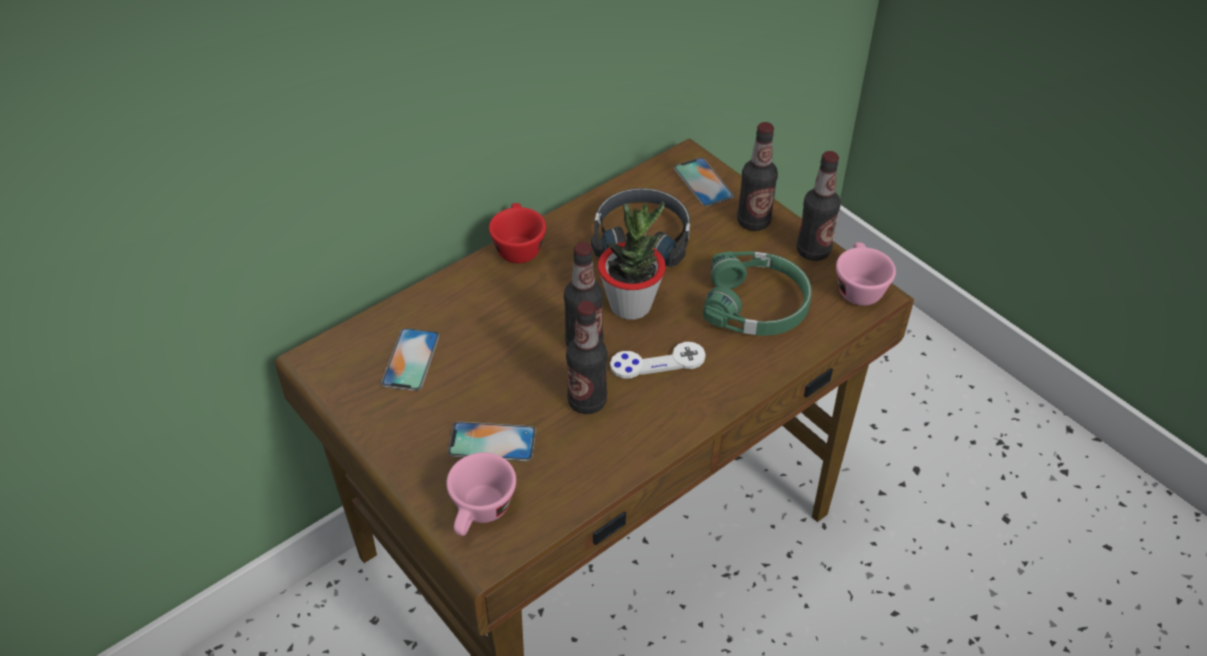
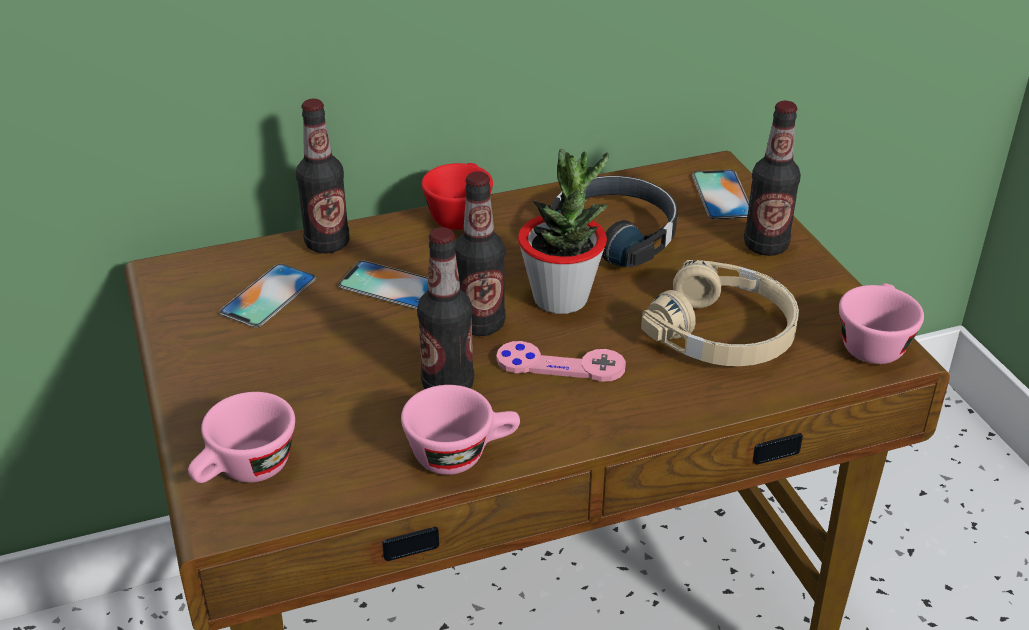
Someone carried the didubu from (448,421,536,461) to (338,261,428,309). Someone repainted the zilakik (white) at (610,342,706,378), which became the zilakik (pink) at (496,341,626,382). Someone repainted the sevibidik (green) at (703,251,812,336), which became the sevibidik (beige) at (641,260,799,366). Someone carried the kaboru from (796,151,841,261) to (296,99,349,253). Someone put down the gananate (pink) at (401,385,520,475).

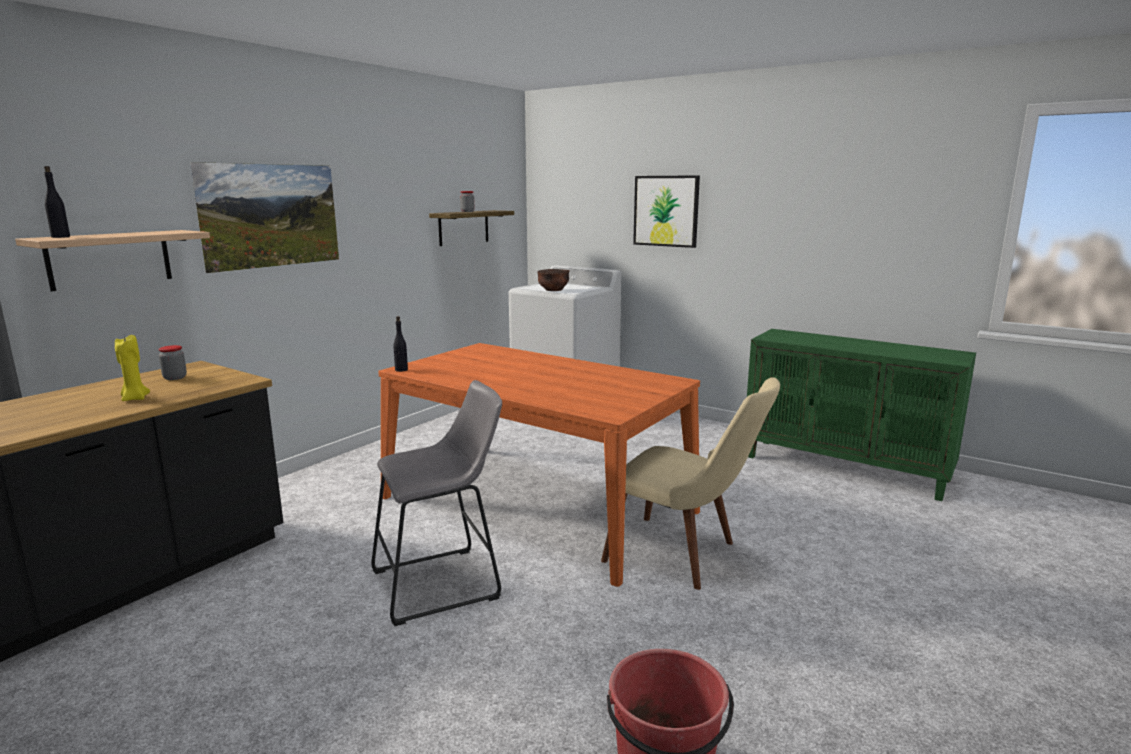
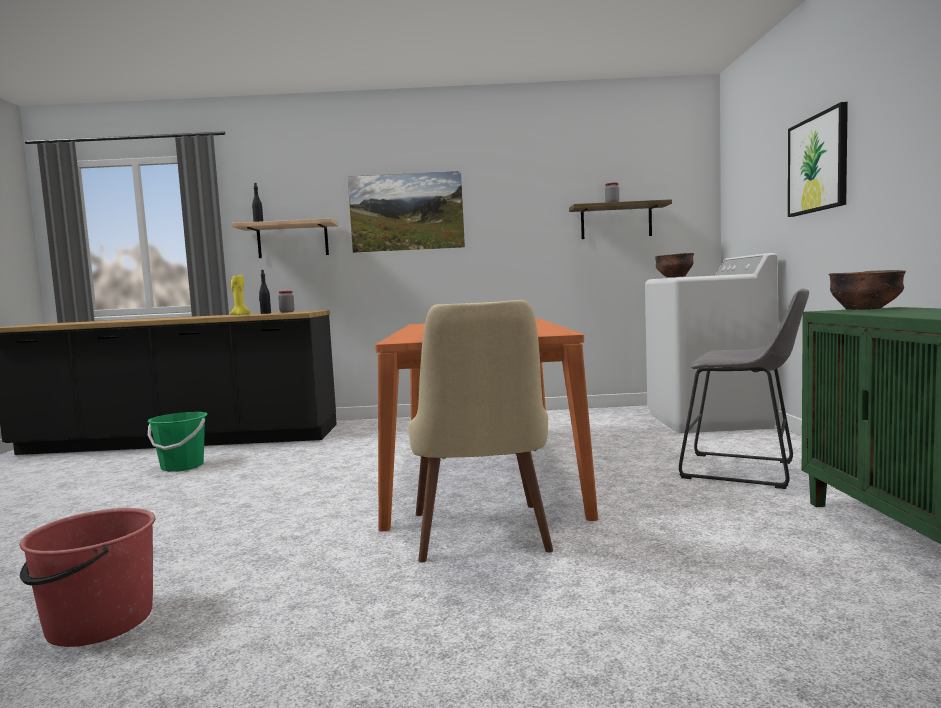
Someone carried the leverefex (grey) from (371,380,502,626) to (679,289,809,489). Someone carried the kaboru (black) from (393,316,408,372) to (259,270,271,314). Someone put down the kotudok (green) at (147,412,207,472). Someone put down the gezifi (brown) at (828,270,906,310).

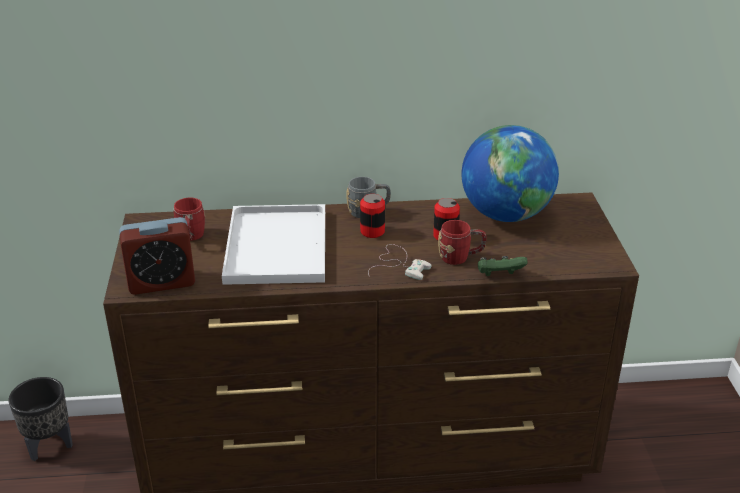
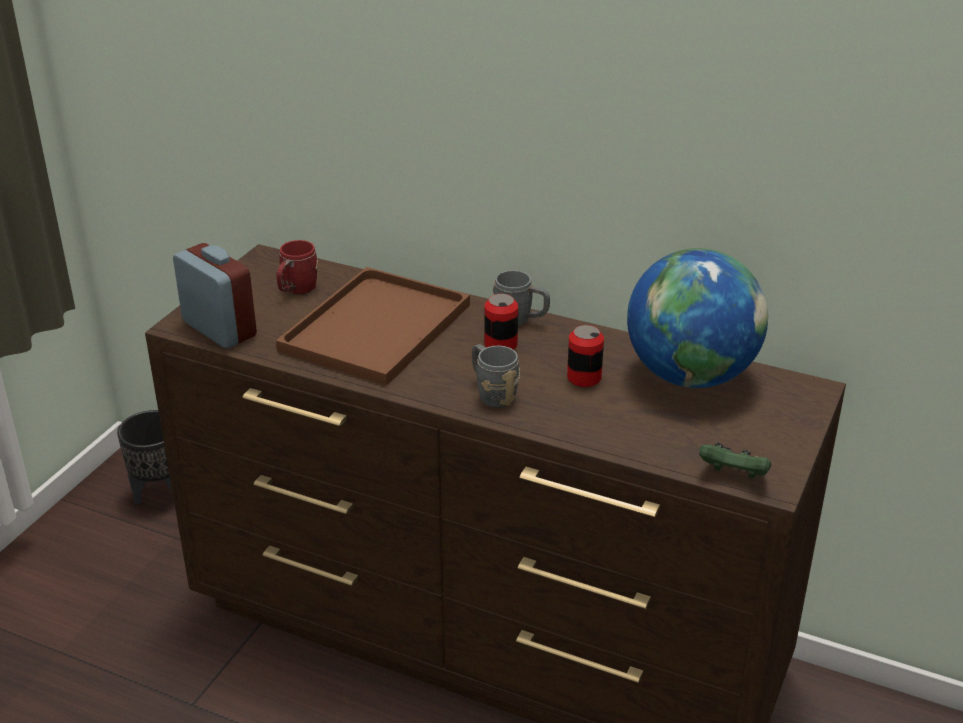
Someone rotated the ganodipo at (119,217,195,295) by 150 degrees counterclockwise. Someone repainted the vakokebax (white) at (222,204,325,285), which became the vakokebax (brown) at (276,267,470,386). Someone swapped the zilakik (white) at (368,244,432,280) for the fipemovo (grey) at (472,344,520,408). Someone took away the fipemovo (red) at (438,220,486,265). Someone carried the zilakik (green) from (478,256,527,276) to (699,443,771,479).

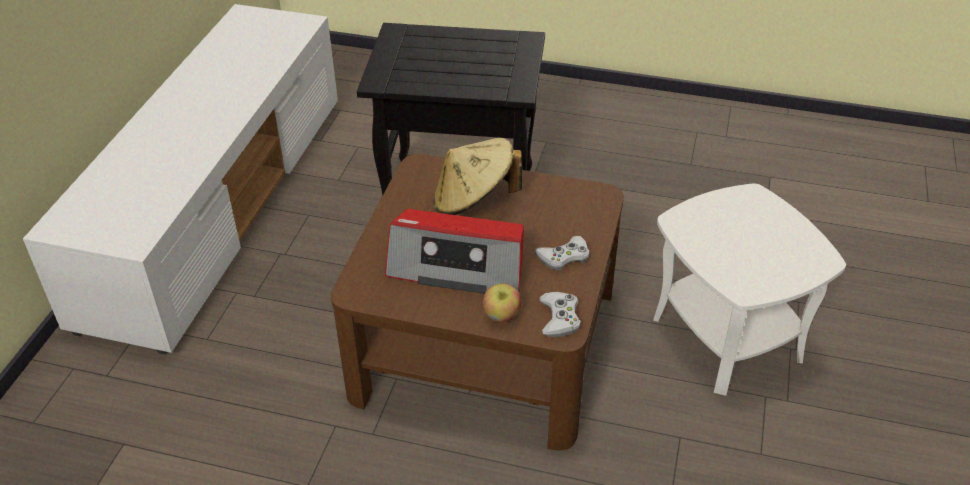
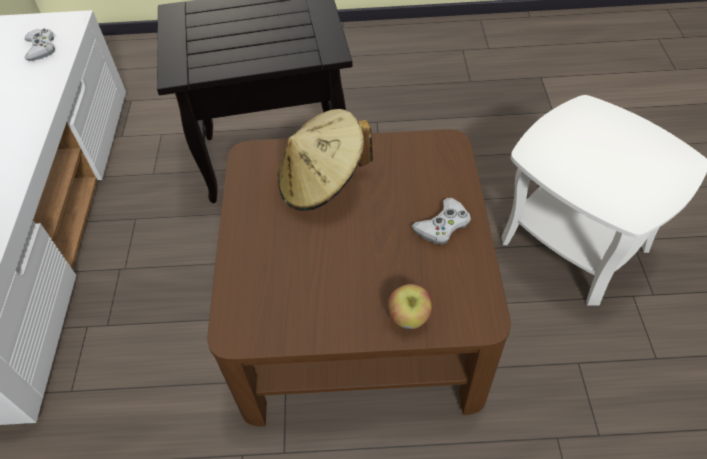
Someone took away the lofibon at (385,209,524,294). Someone carried the zilakik (white) from (540,291,581,337) to (25,28,55,61).

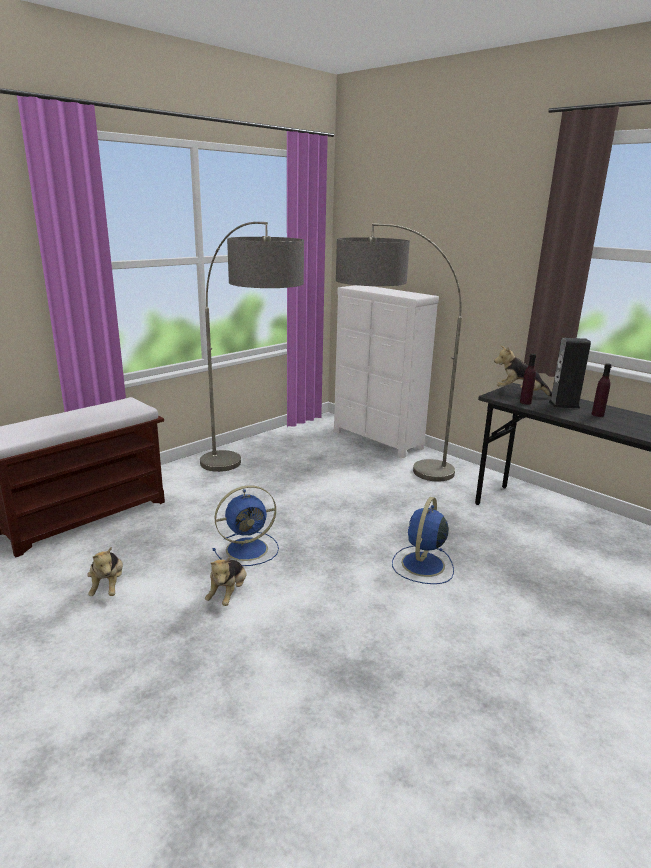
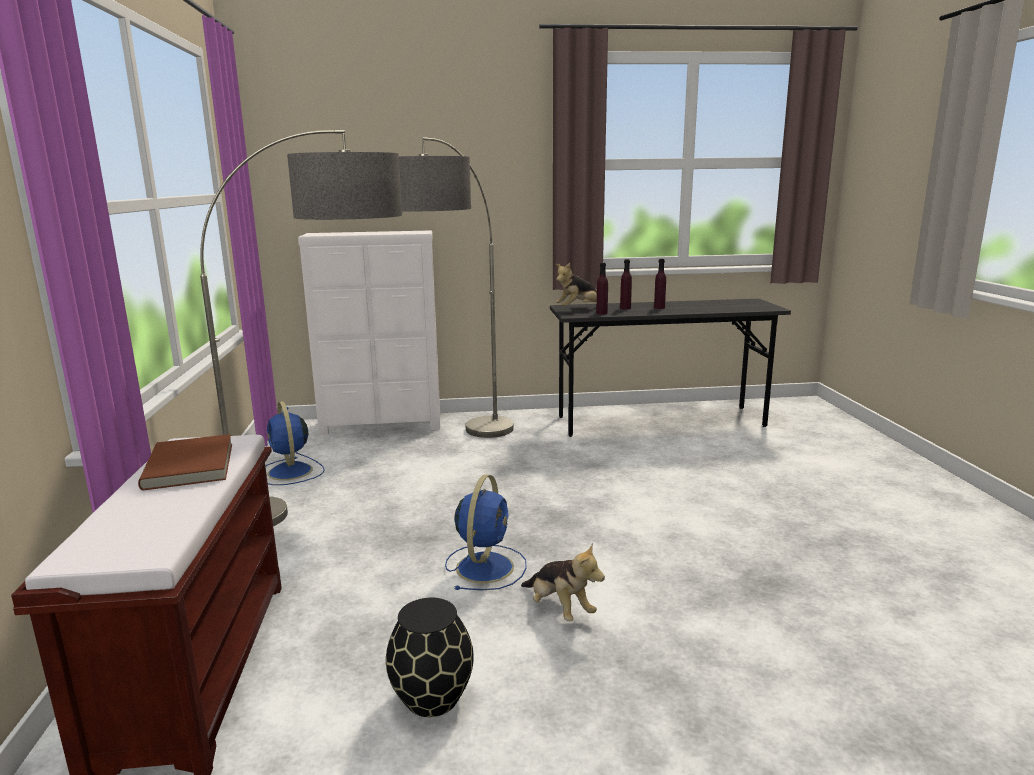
Someone swapped the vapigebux at (87,547,123,596) for the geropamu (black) at (386,598,474,717). Someone carried the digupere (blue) from (392,497,454,584) to (265,401,325,485). Someone swapped the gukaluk at (549,338,591,409) for the kaboru (purple) at (620,259,632,309). Someone put down the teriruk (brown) at (138,434,232,491).

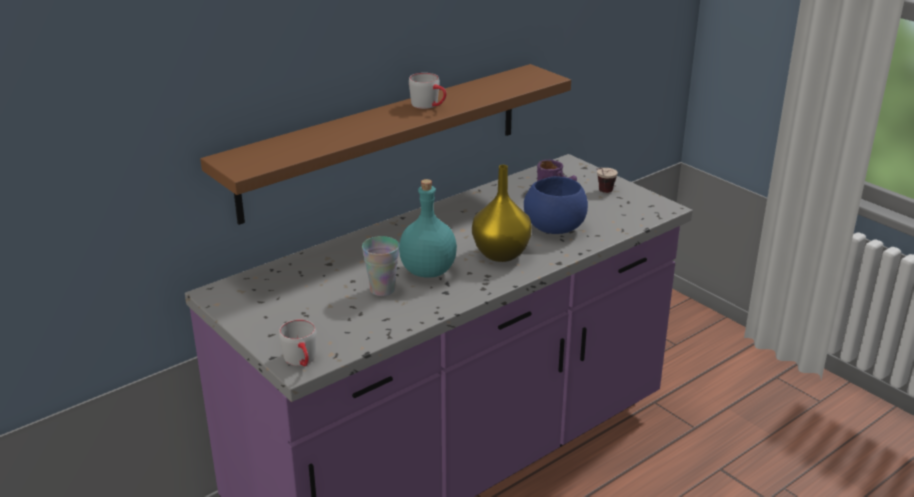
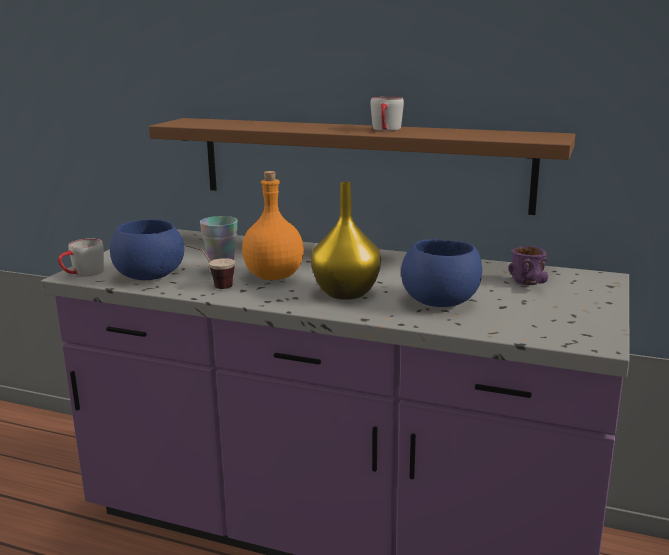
Someone repainted the kaboru (turquoise) at (399,179,457,278), which became the kaboru (orange) at (242,171,304,280). Someone carried the gananate from (596,168,618,193) to (186,245,235,289). Someone put down the gezifi (blue) at (110,219,184,280).

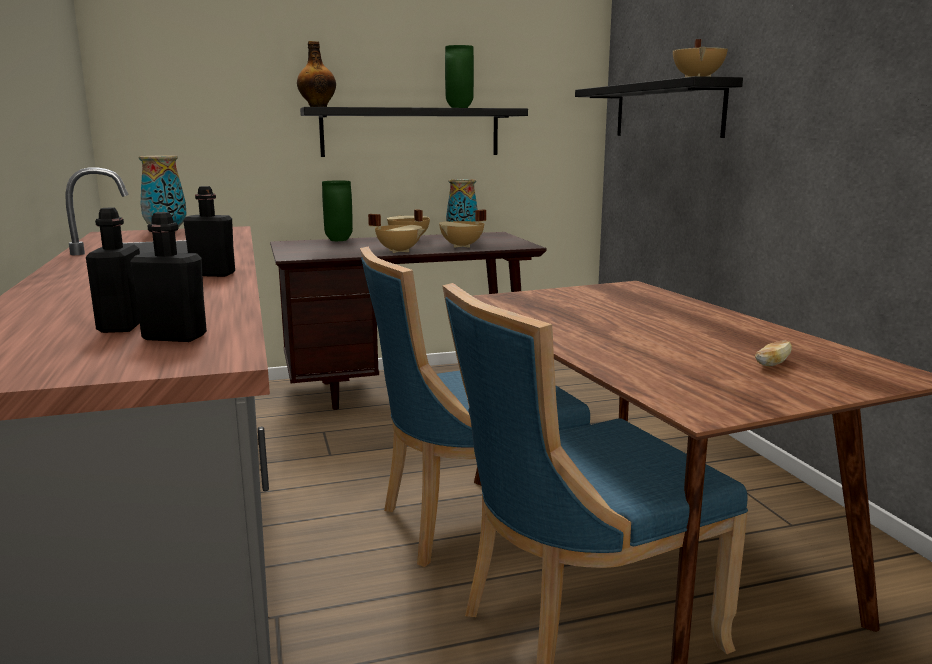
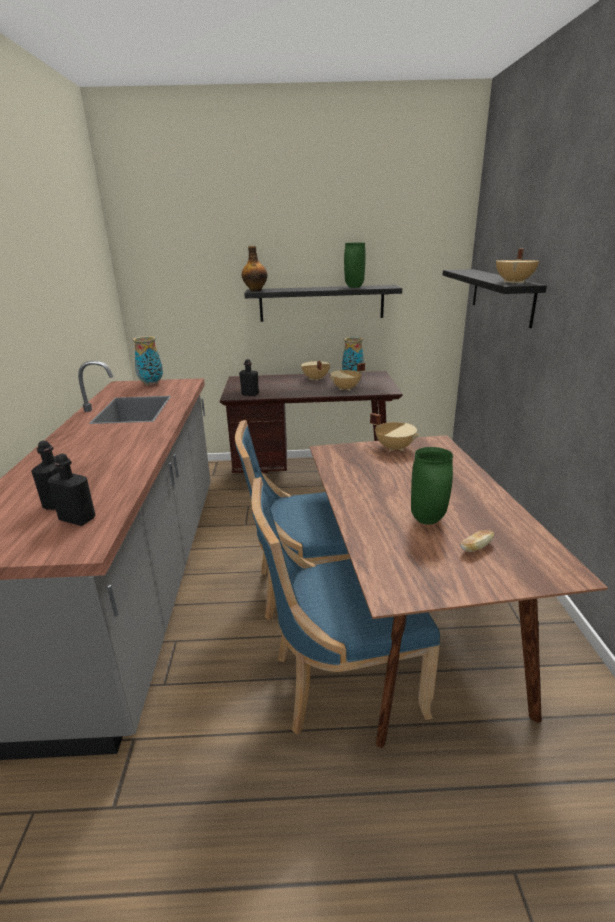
Someone carried the kaboru (black) from (183,186,235,277) to (239,359,259,396). Someone carried the geropamu (green) from (322,180,353,241) to (411,447,453,524). Someone carried the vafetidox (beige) from (368,214,425,253) to (370,413,419,452).

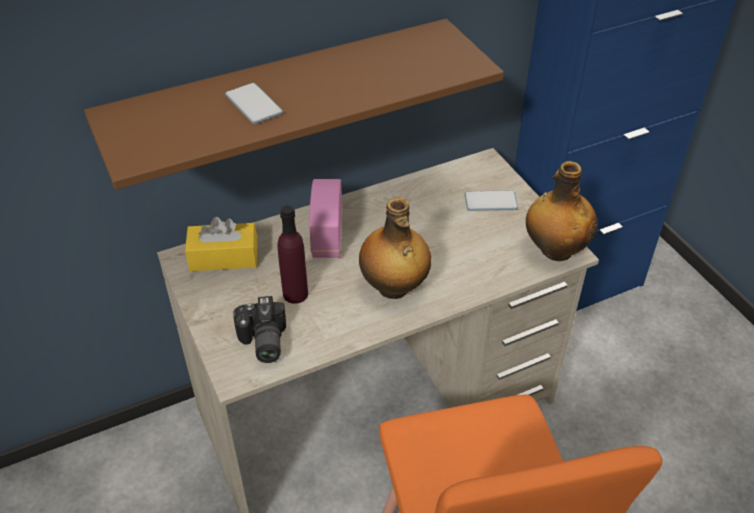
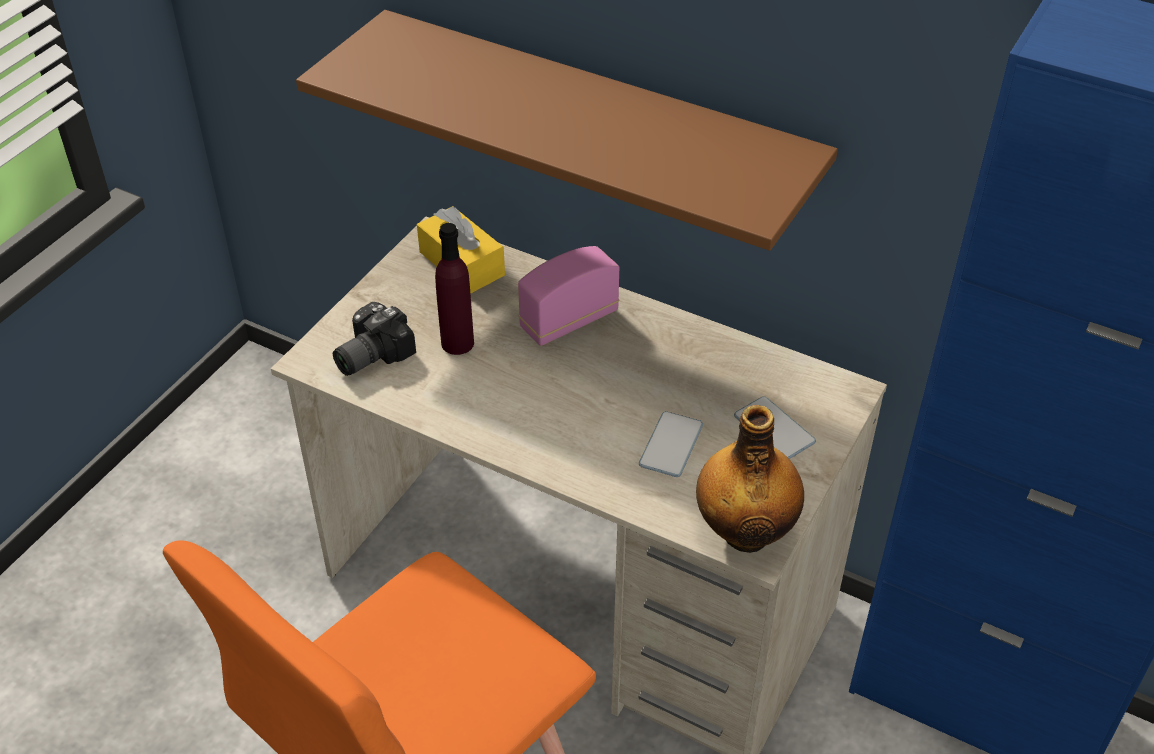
Someone carried the didubu from (225,83,283,124) to (639,411,703,477). Someone took away the kaboru at (359,198,431,299).

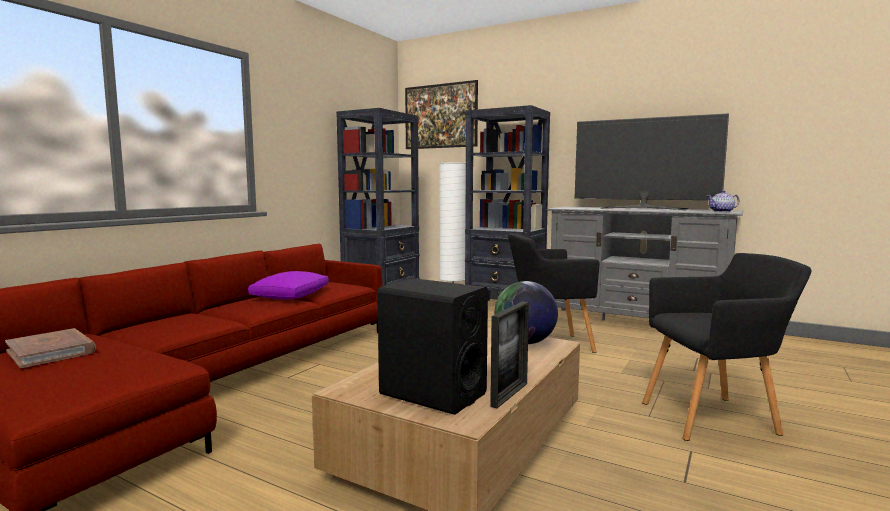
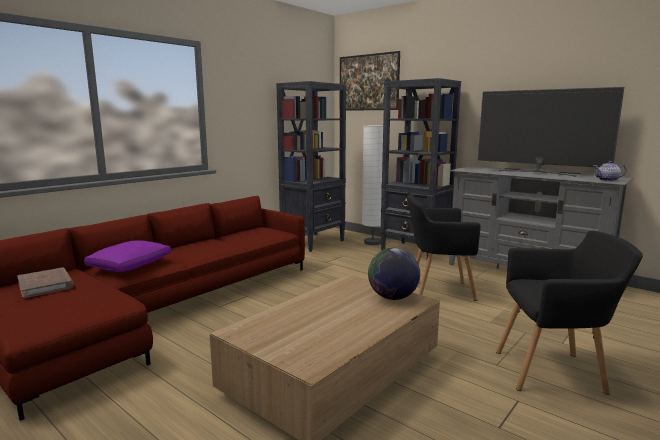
Someone carried the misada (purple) from (248,271,329,300) to (84,240,171,272). Someone took away the gukaluk (black) at (377,278,488,415). Someone took away the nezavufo at (490,301,529,409).

